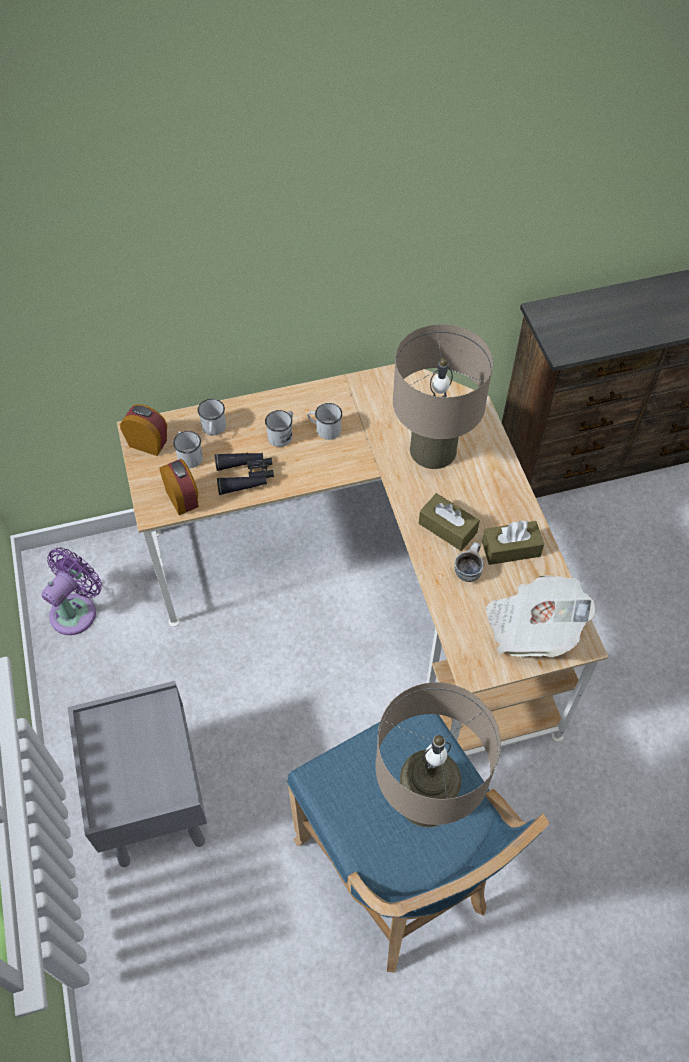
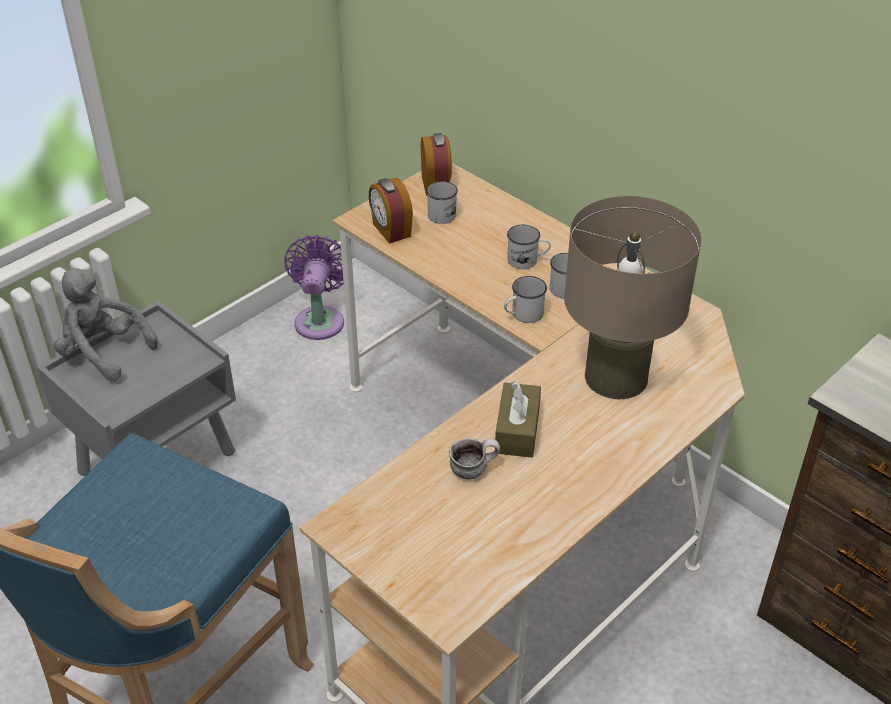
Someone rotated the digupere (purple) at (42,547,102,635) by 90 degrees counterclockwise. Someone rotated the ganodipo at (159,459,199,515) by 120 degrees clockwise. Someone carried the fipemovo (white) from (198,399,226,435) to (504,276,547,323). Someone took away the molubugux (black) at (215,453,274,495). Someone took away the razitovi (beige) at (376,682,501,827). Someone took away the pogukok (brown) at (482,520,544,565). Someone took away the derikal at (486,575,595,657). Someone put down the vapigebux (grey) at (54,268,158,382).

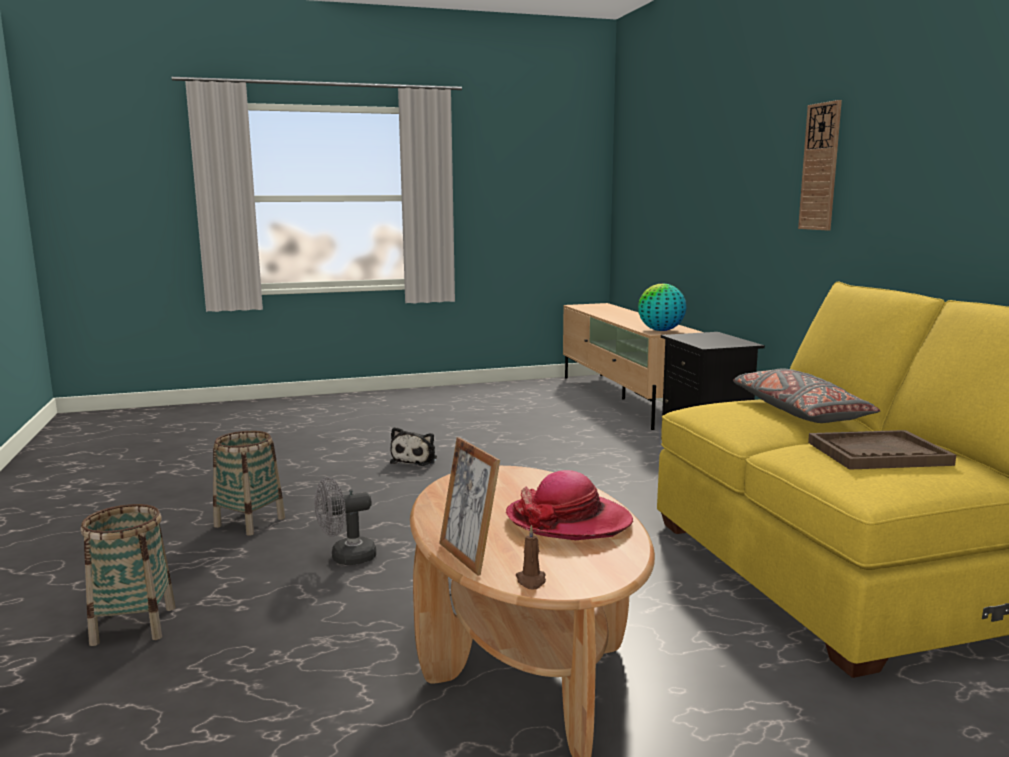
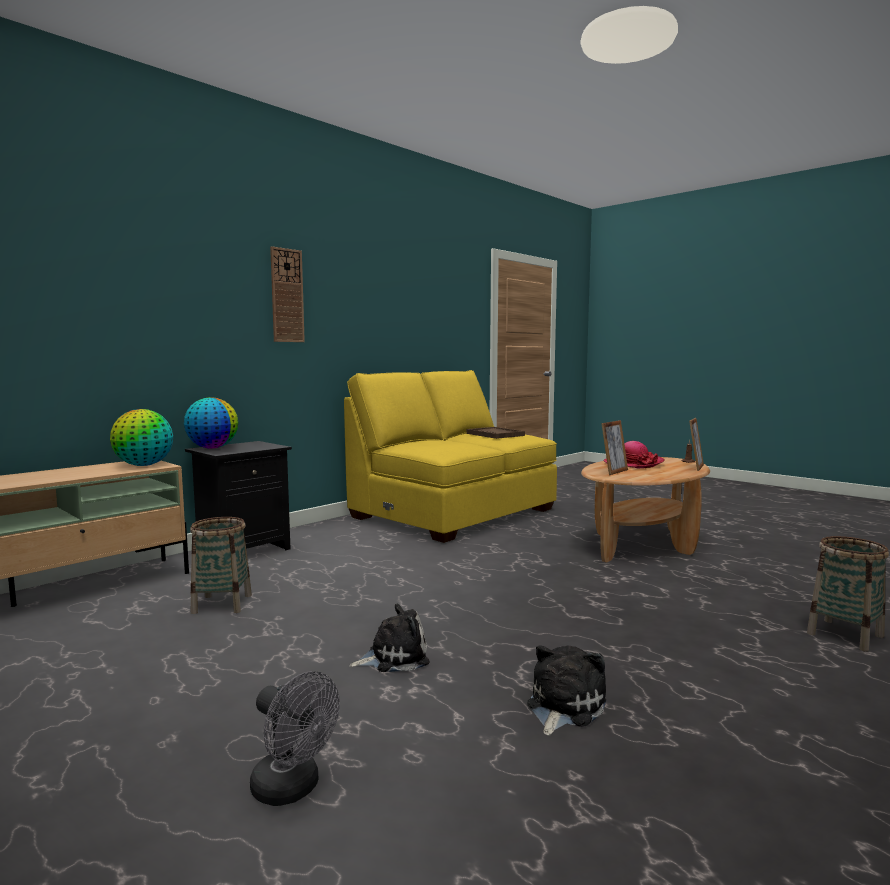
Someone carried the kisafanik from (213,431,285,536) to (190,517,252,614). Someone carried the digupere (grey) from (314,477,376,565) to (250,671,340,806). Someone took away the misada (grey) at (733,368,881,423). Someone put down the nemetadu at (184,397,238,448). Someone put down the vapigebux at (527,645,606,736). Someone put down the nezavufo at (601,420,628,475).

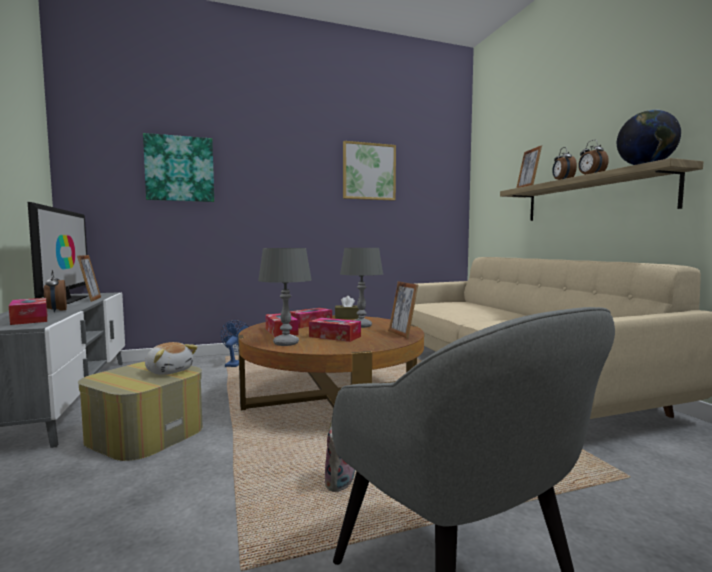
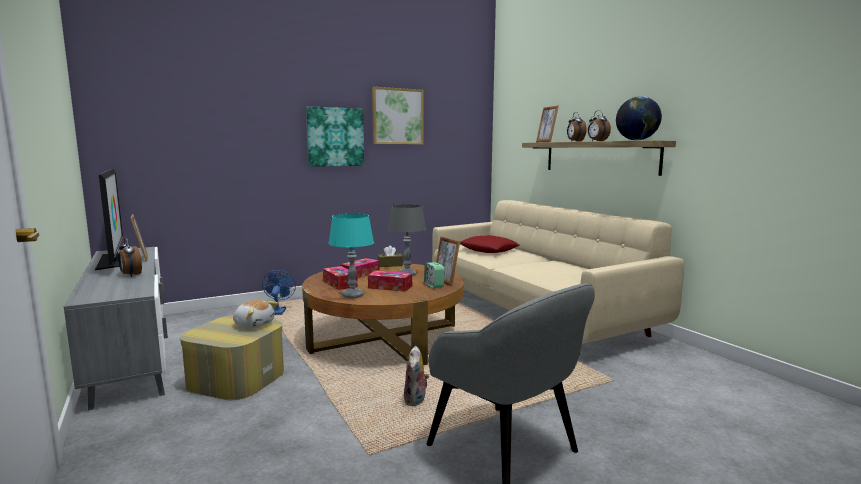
Someone took away the pogukok at (9,298,47,325). Someone carried the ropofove from (143,133,214,202) to (306,106,364,167). Someone repainted the razitovi (grey) at (258,248,312,346), which became the razitovi (turquoise) at (328,214,374,298). Someone put down the ganodipo at (424,262,445,288). Someone put down the misada (red) at (460,235,520,253).

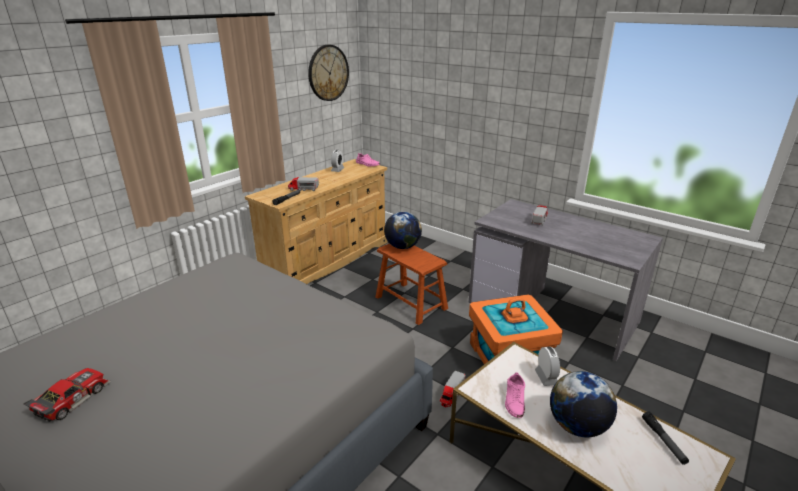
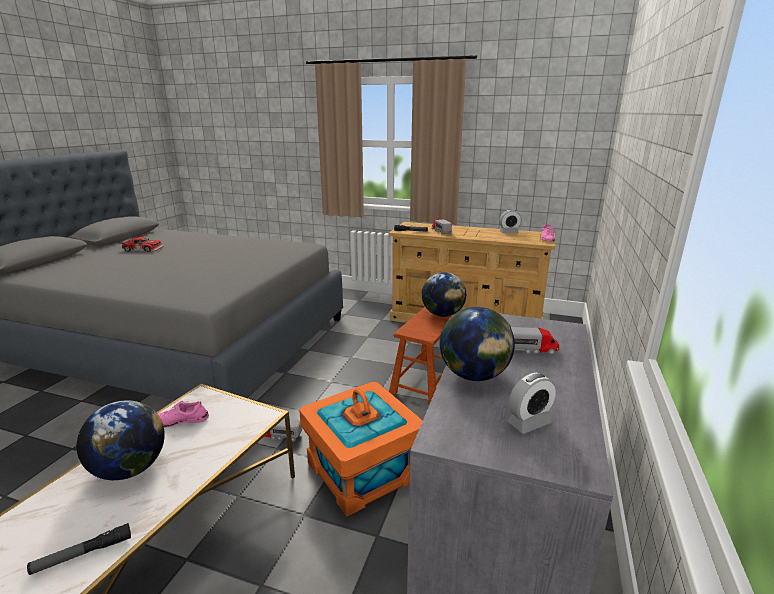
Someone took away the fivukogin at (308,45,349,101). Someone carried the ganodipo from (535,347,560,386) to (507,372,556,434). Someone put down the nemetadu at (440,307,515,381).

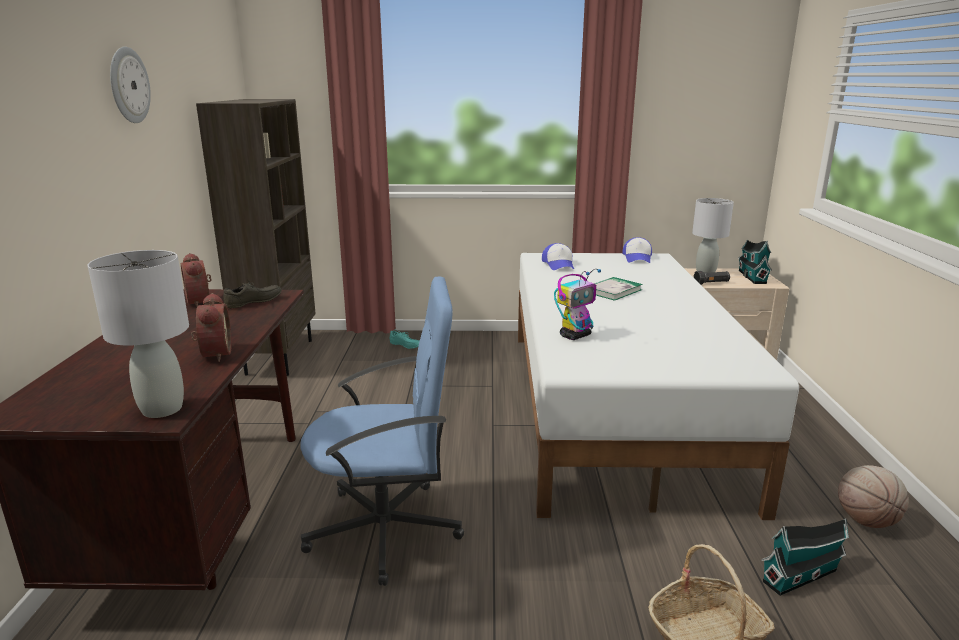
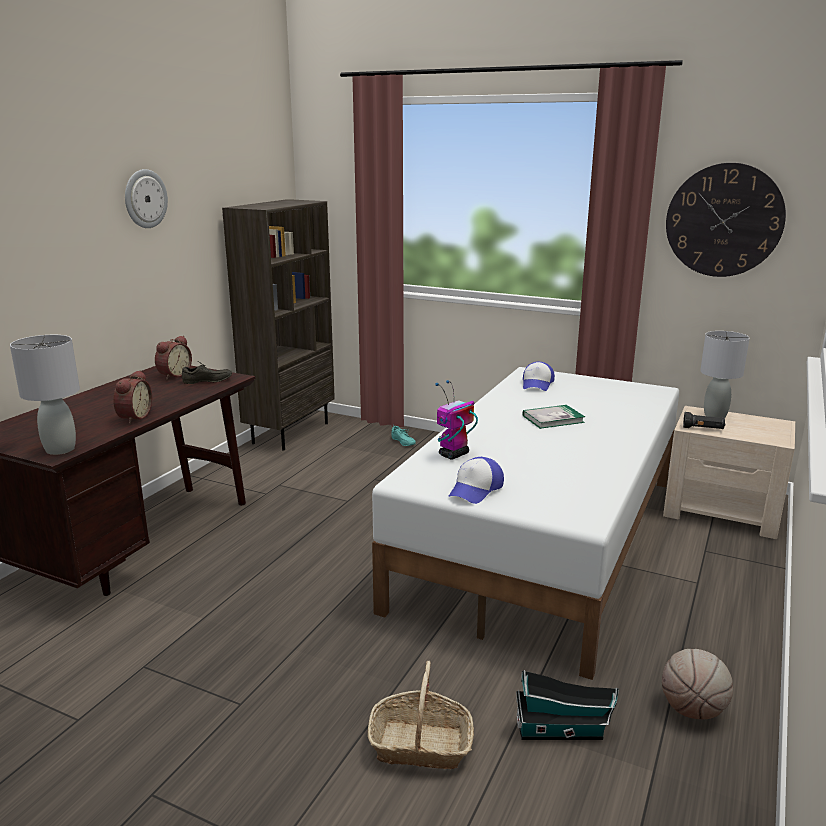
Someone rotated the ganodipo at (181,253,212,307) by 150 degrees counterclockwise. Someone took away the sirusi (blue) at (300,277,464,586). Someone rotated the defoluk at (554,269,601,340) by 150 degrees clockwise. Someone carried the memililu from (623,237,652,263) to (449,457,504,504). Someone took away the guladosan at (738,239,772,284). Someone put up the fivukogin at (666,163,786,277).

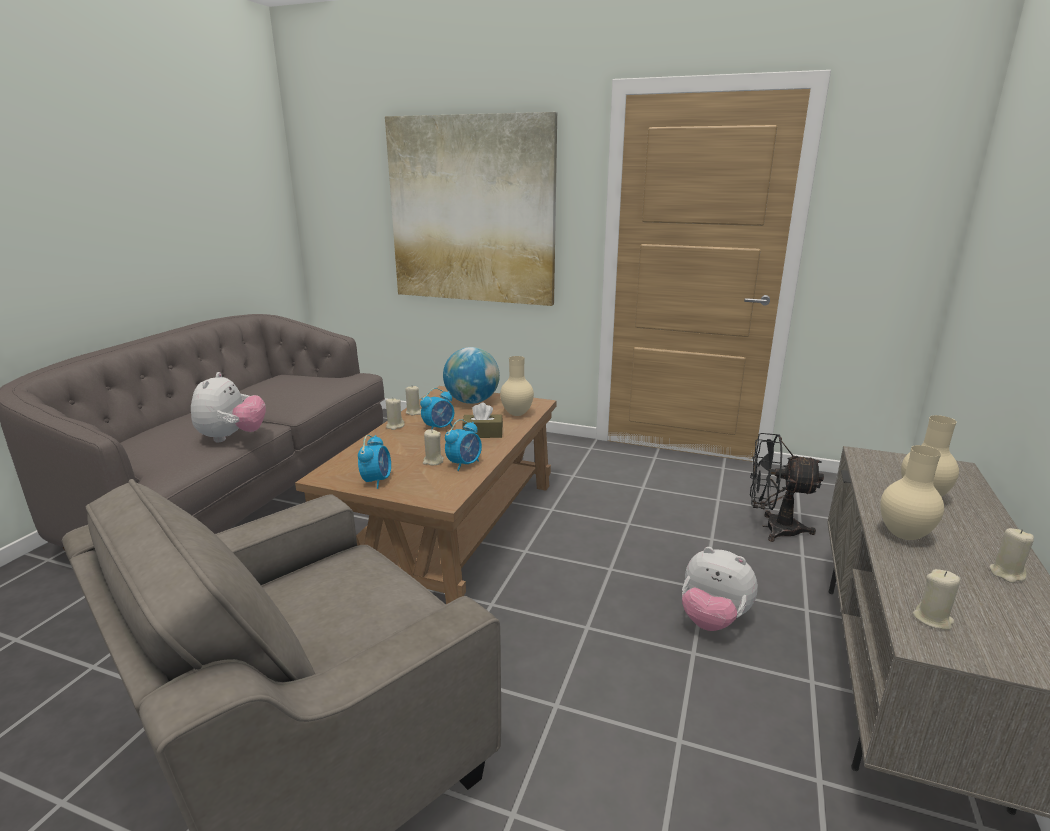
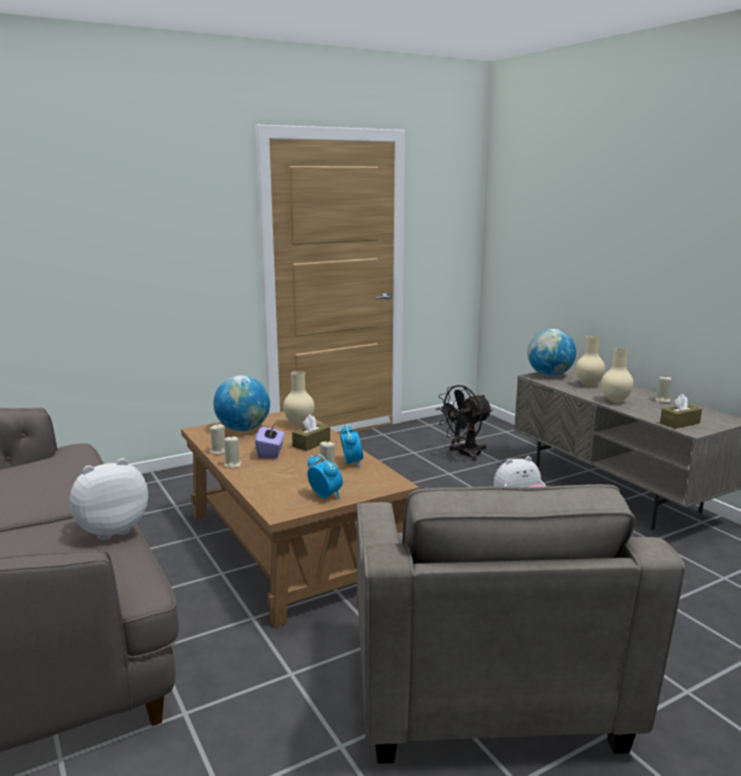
Someone rotated the vapigebux at (191,372,266,443) by 75 degrees counterclockwise. Someone took away the ropofove at (385,112,557,306). Someone swapped the ganodipo at (420,388,454,430) for the pogukok (purple) at (255,422,284,458). Someone swapped the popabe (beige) at (913,569,960,630) for the pogukok (brown) at (660,394,702,429). Someone put down the nemetadu at (527,329,576,376).

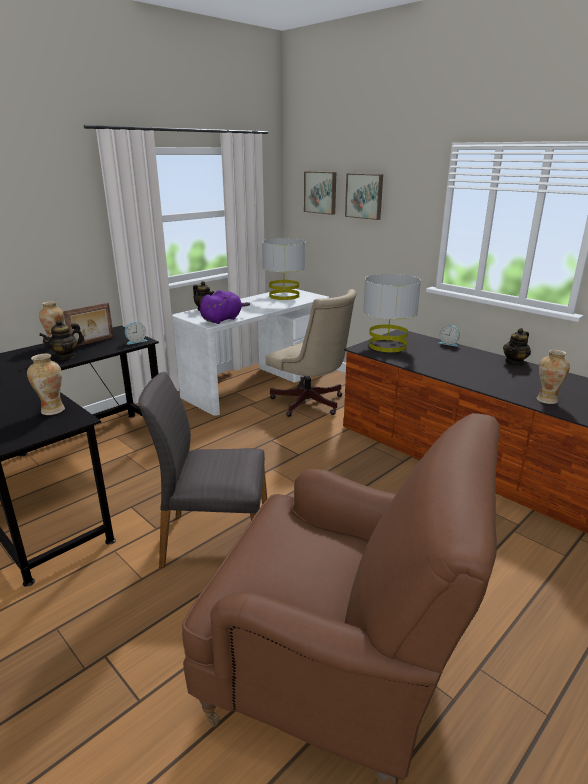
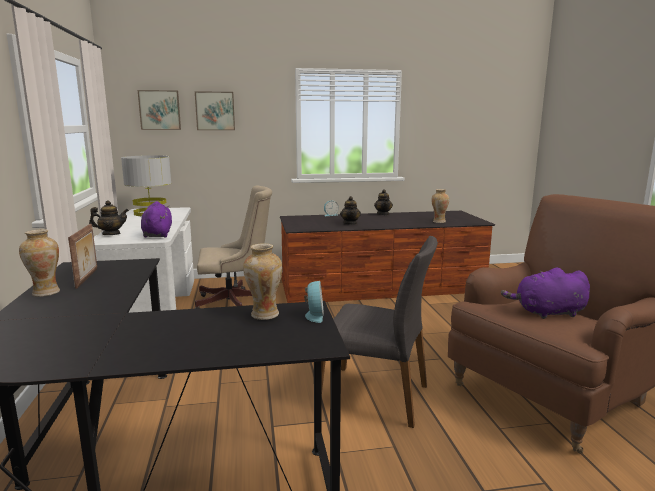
Someone carried the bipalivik from (39,320,85,360) to (340,196,361,225). Someone carried the ganodipo from (125,321,147,345) to (304,281,324,323). Someone rotated the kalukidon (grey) at (138,372,267,568) by 105 degrees counterclockwise. Someone took away the razitovi (grey) at (363,274,421,352). Someone put down the vapigebux (purple) at (501,267,590,319).

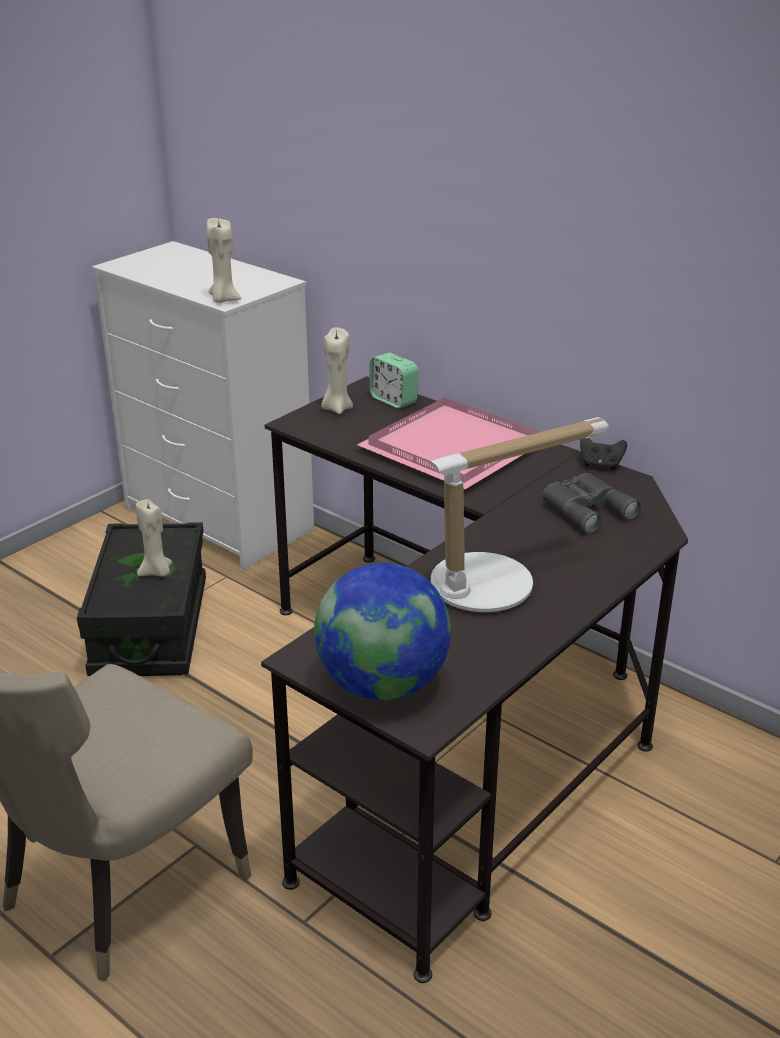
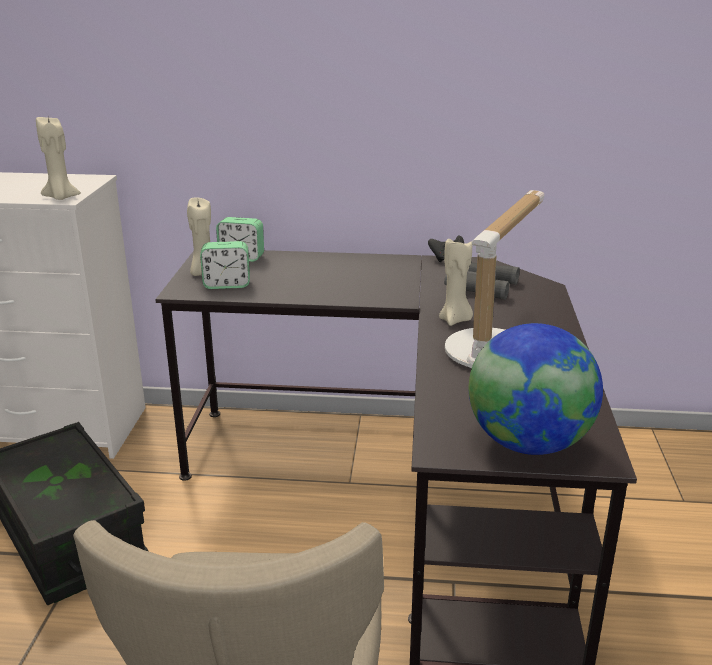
Someone carried the popabe (beige) from (136,499,172,577) to (439,239,473,326). Someone took away the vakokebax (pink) at (357,397,538,489). Someone put down the ganodipo at (200,241,250,289).

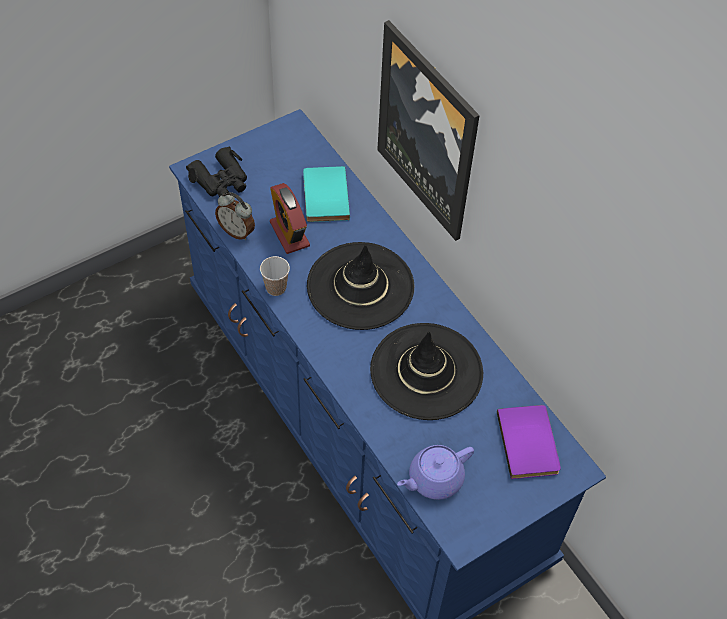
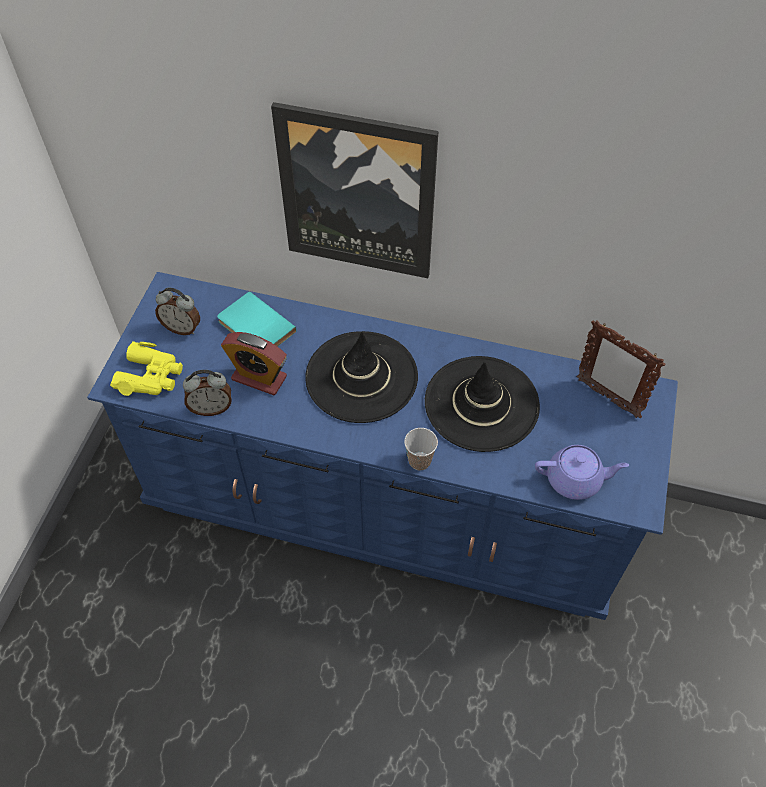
Someone repainted the molubugux (black) at (186,147,247,197), which became the molubugux (yellow) at (110,341,183,396). Someone carried the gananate from (260,256,290,296) to (404,428,438,470). Someone rotated the bipalivik (purple) at (397,445,474,500) by 105 degrees counterclockwise. Someone swapped the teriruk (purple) at (497,405,561,479) for the nezavufo at (576,320,666,418). Someone put down the ganodipo at (155,288,200,335).

